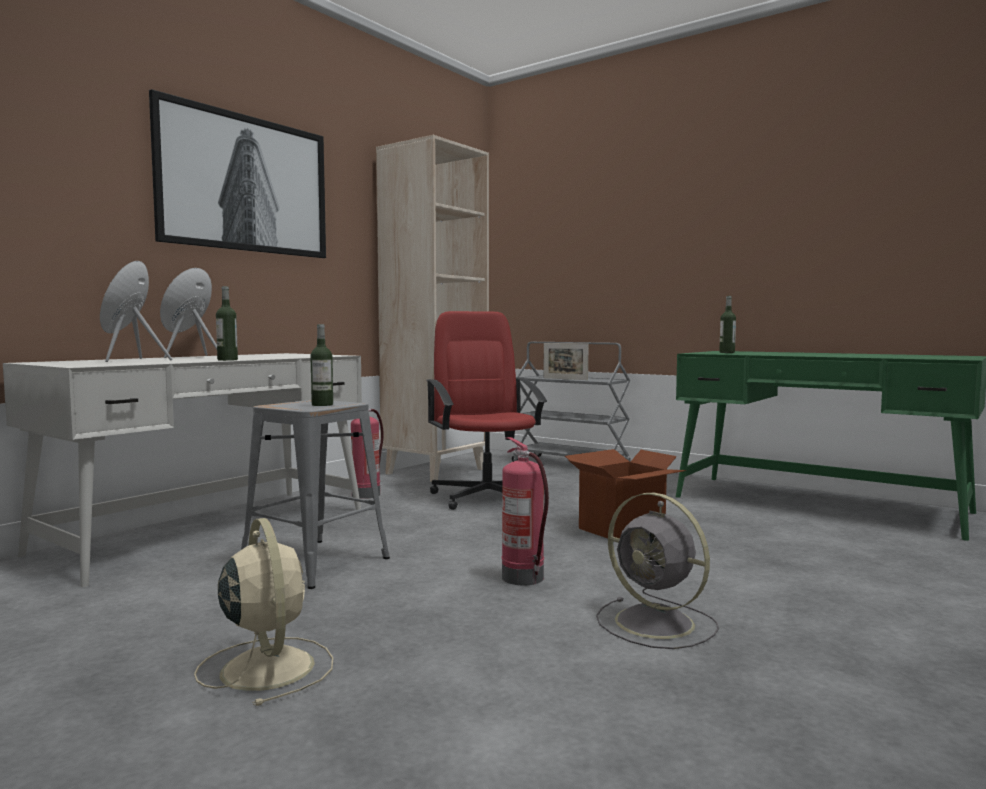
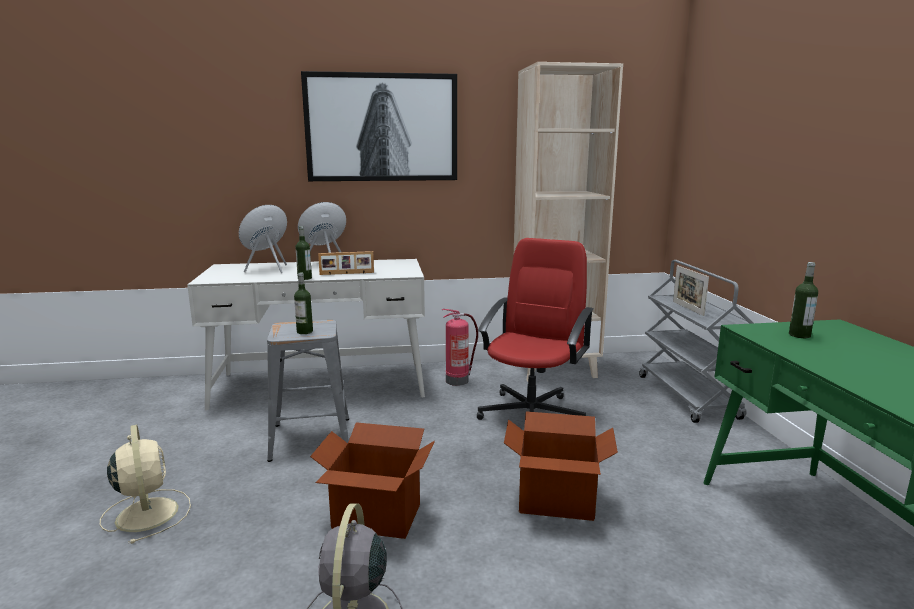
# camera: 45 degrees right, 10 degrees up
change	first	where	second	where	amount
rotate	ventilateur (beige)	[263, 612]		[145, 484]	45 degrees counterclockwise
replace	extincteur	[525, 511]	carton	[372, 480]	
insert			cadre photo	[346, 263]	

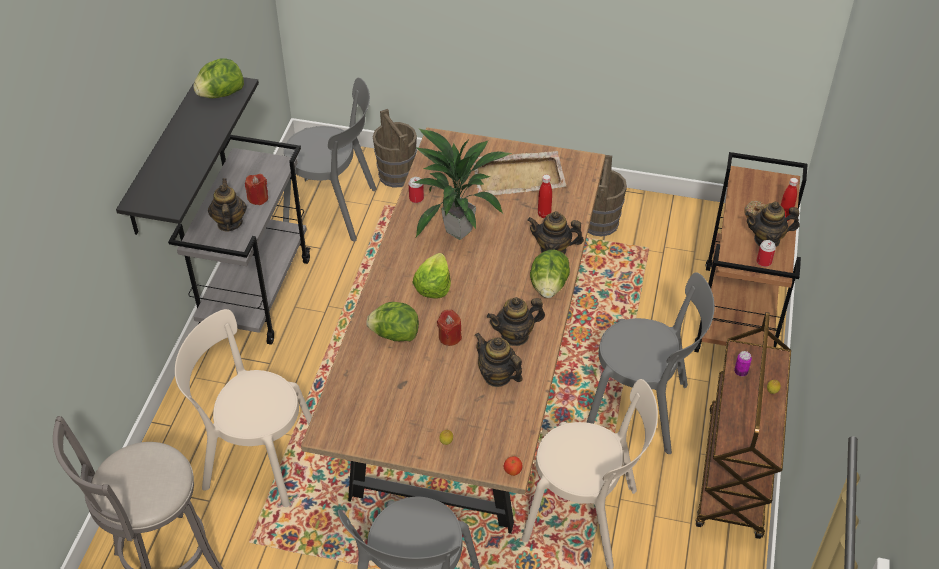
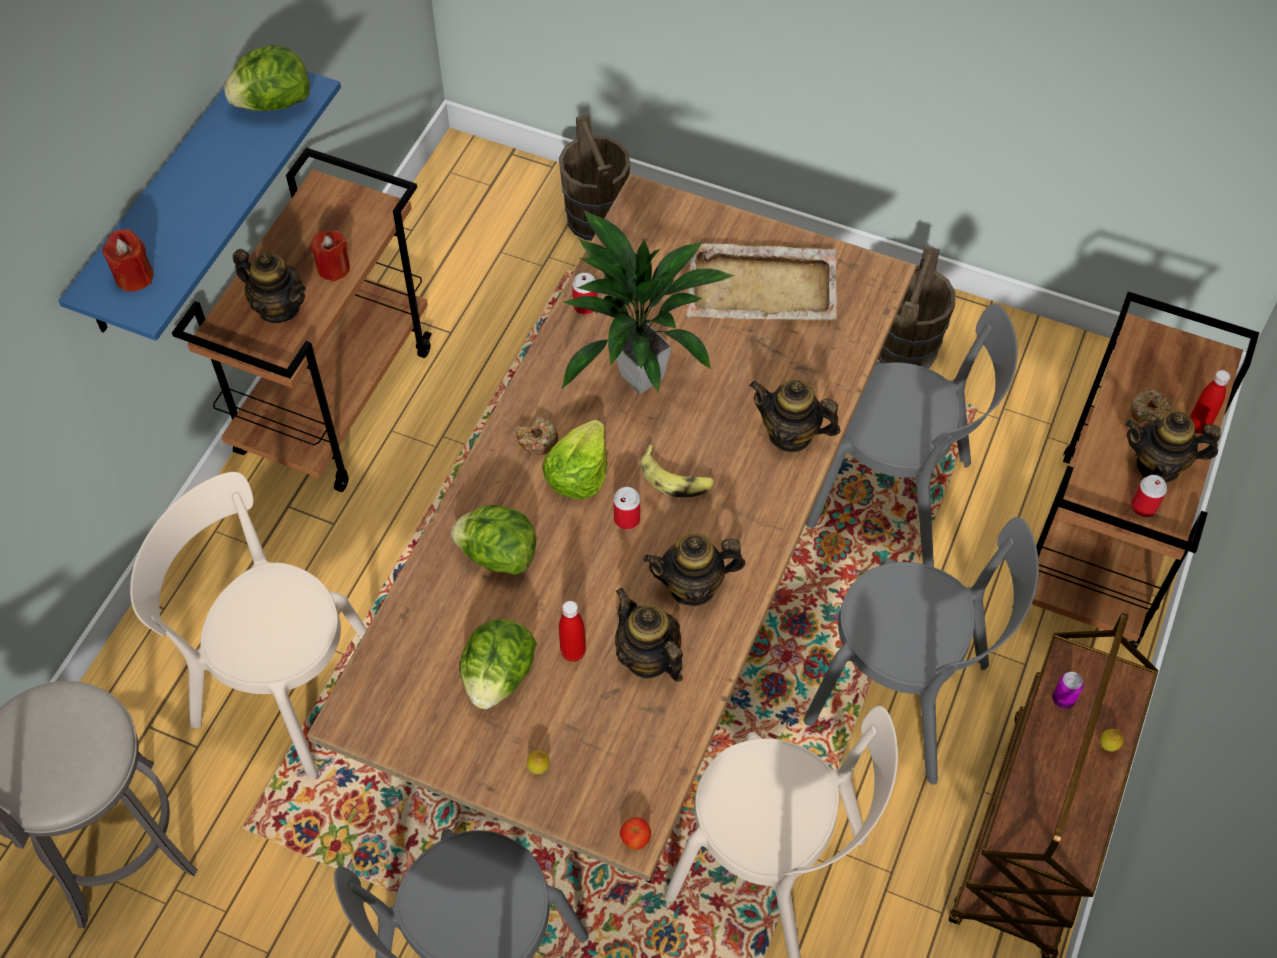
# camera: 10 degrees right, 10 degrees up
change	first	where	second	where	amount
recolor	étagère (noir)	[187, 156]	étagère (bleu)	[199, 206]	
recolor	chariot (gris)	[239, 240]	chariot (marron)	[302, 320]	
rotate	théière	[227, 204]		[269, 286]	120 degrees clockwise
move	chaise (gris)	[330, 160]		[912, 435]	
move	bougie (rouge)	[449, 327]		[128, 260]	
move	laitue	[550, 274]		[498, 664]	
move	bouteille (rouge)	[545, 196]		[572, 631]	
insert			beignet	[538, 436]	
insert			boîte métallique	[626, 508]	
insert			banane	[678, 471]	

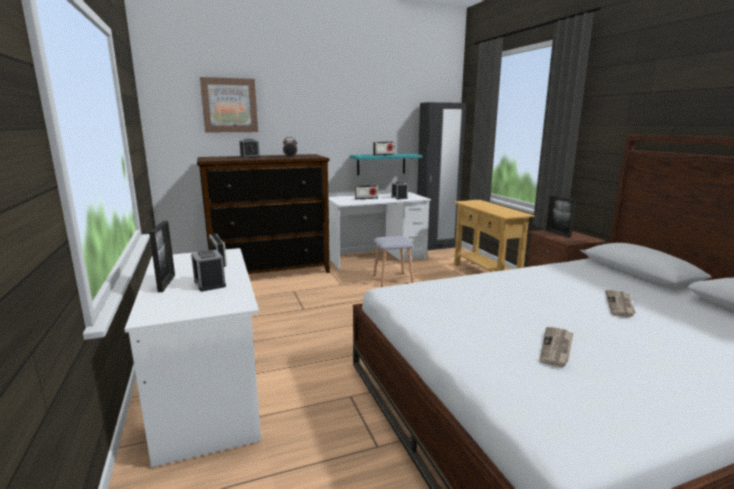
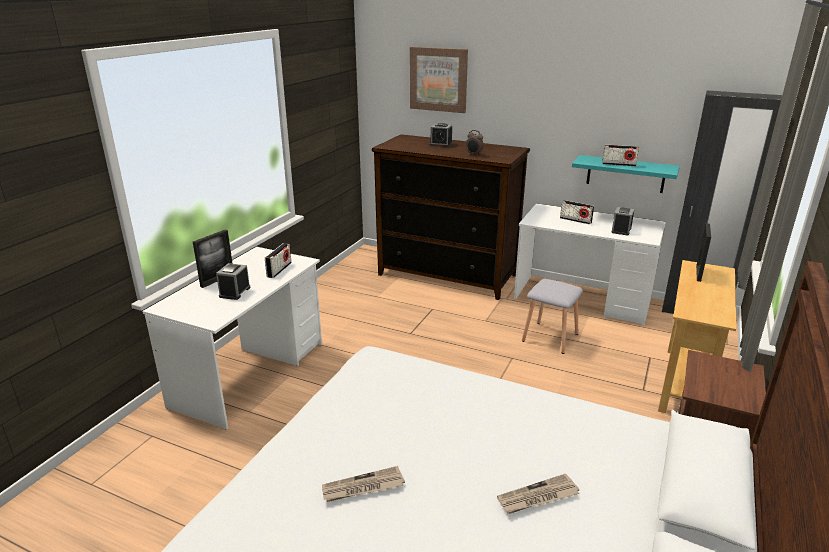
# camera: 45 degrees right, 10 degrees up
change	first	where	second	where	amount
move	cadre photo	[561, 216]		[703, 252]	

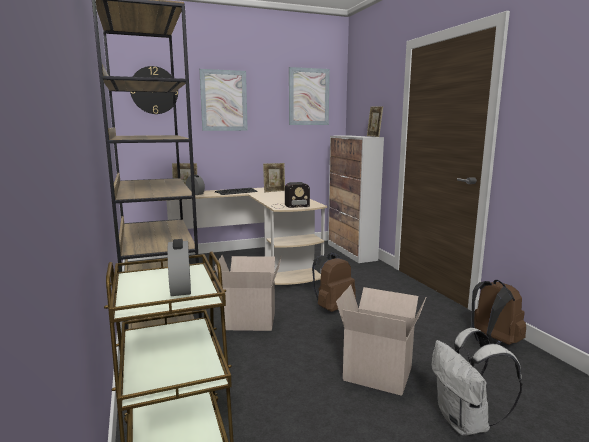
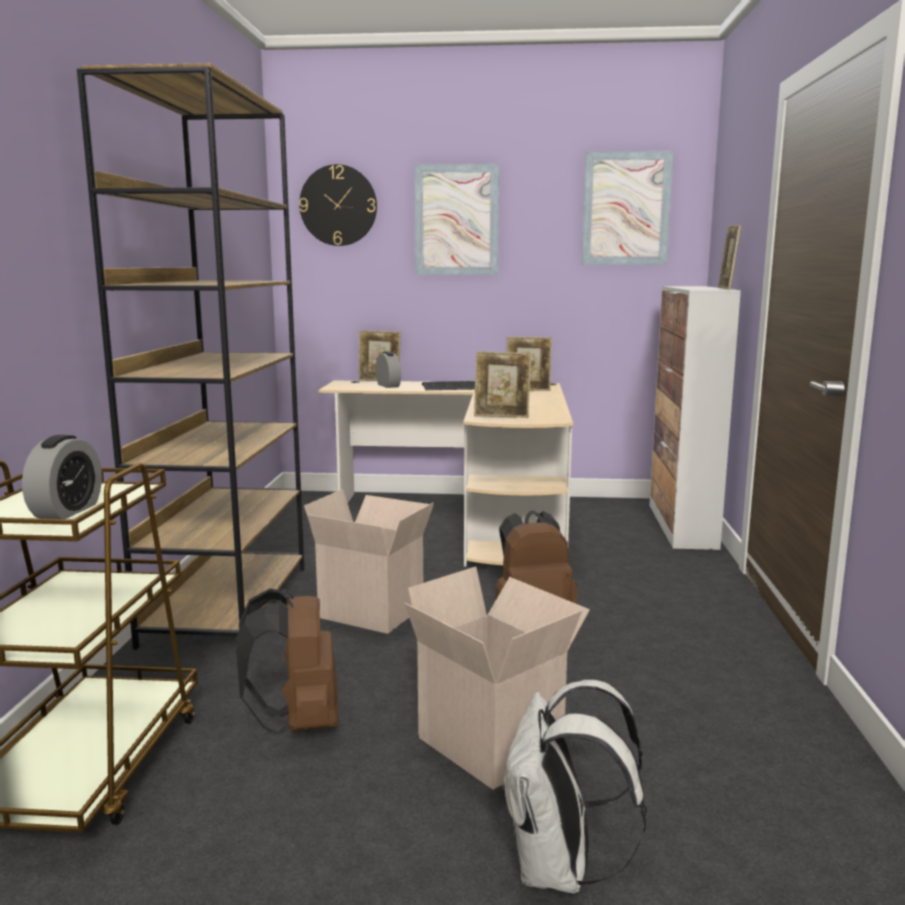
# camera: 25 degrees right, 0 degrees up
change	first	where	second	where	amount
replace	radio	[291, 195]	cadre photo	[502, 384]	
move	sac à dos (marron)	[499, 312]		[286, 661]	

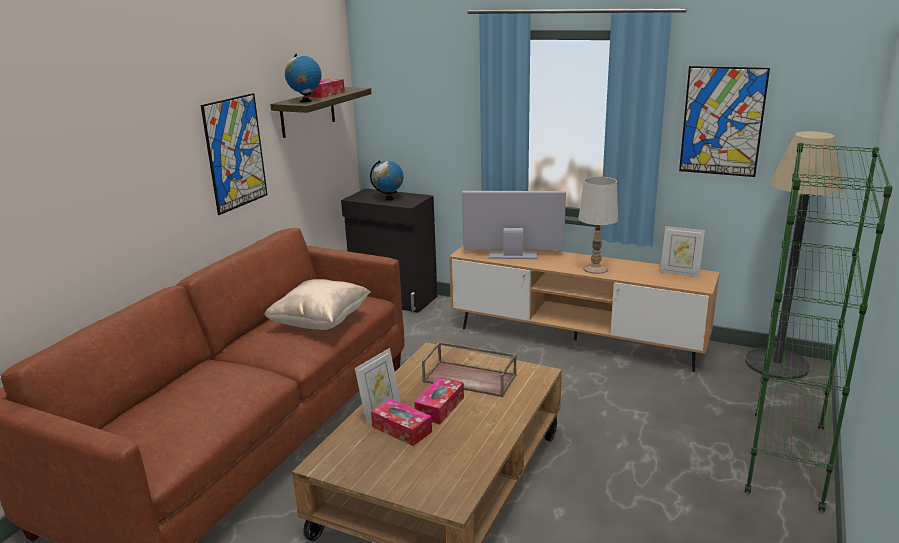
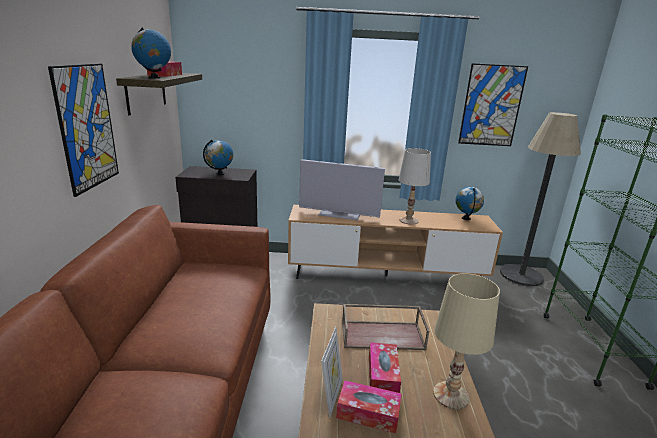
# camera: 25 degrees left, 0 degrees up
change	first	where	second	where	amount
delete	coussin (beige)	[317, 304]			
rotate	téléviseur	[514, 225]		[342, 189]	150 degrees counterclockwise
replace	cadre photo	[682, 251]	globe	[469, 203]	
insert			lampe de table (beige)	[466, 341]	

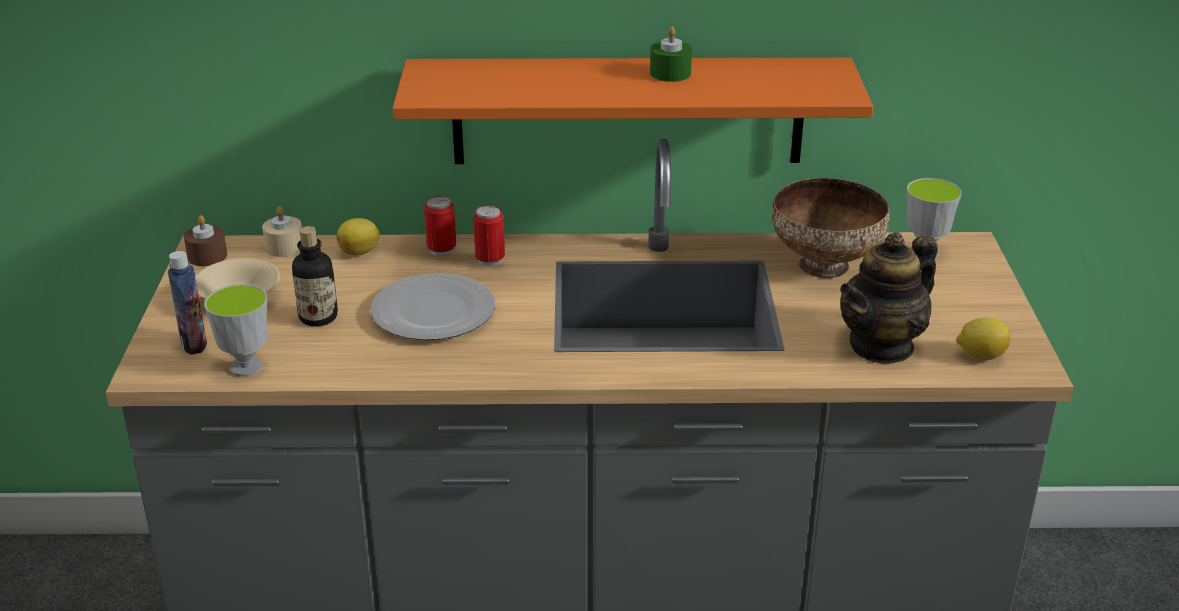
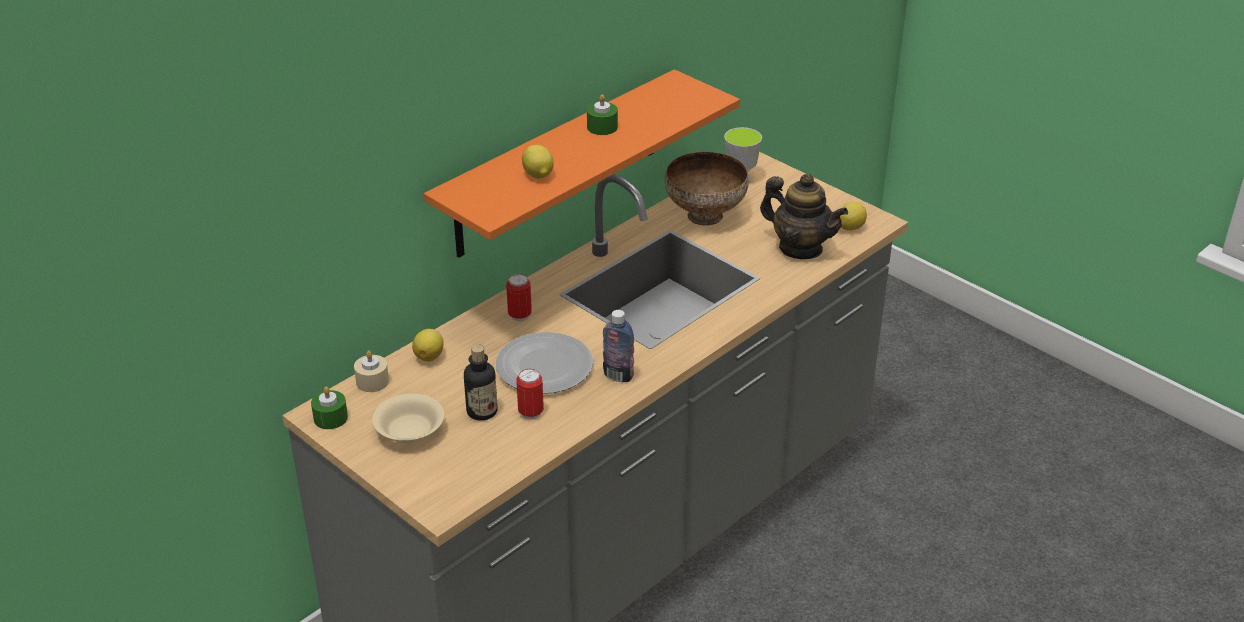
# camera: 45 degrees left, 5 degrees up
change	first	where	second	where	amount
move	bouteille	[187, 303]		[618, 346]	
recolor	bougie (marron)	[205, 240]	bougie (vert)	[329, 408]	
delete	tasse	[235, 330]			
move	boîte métallique	[440, 226]		[530, 394]	
rotate	théière	[889, 298]		[804, 216]	60 degrees counterclockwise
insert			citron	[538, 162]	

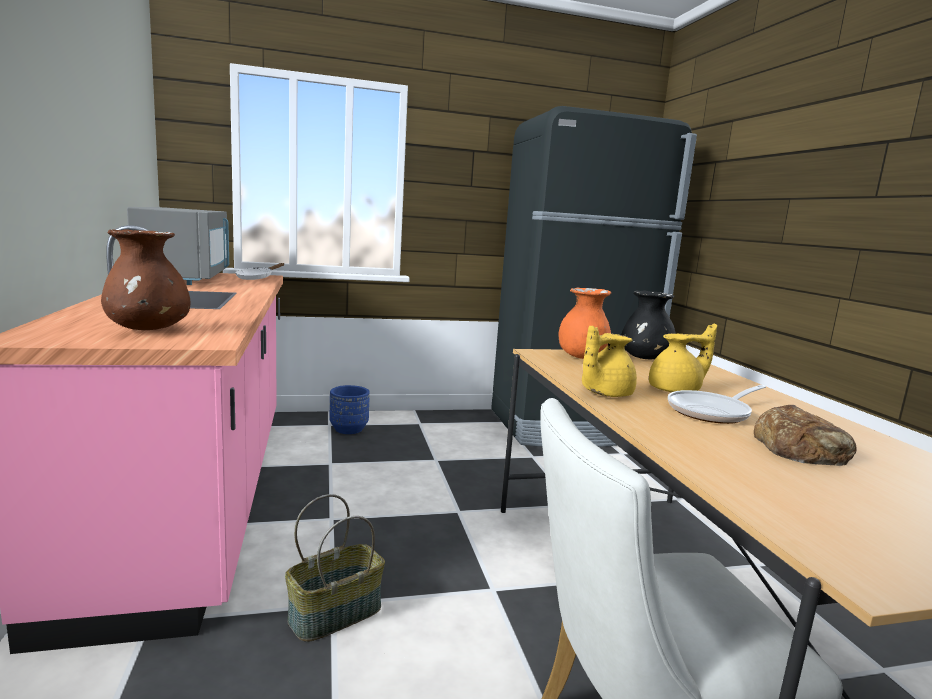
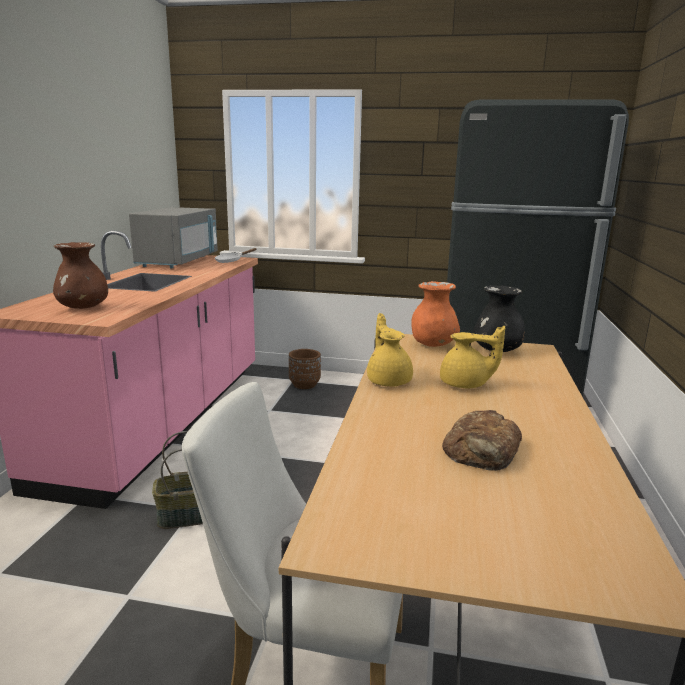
# camera: 25 degrees right, 5 degrees up
change	first	where	second	where	amount
recolor	cache-pot (bleu)	[349, 409]	cache-pot (marron)	[305, 369]	
rotate	théière (jaune)	[609, 361]		[390, 350]	90 degrees clockwise
delete	poêle	[717, 404]			

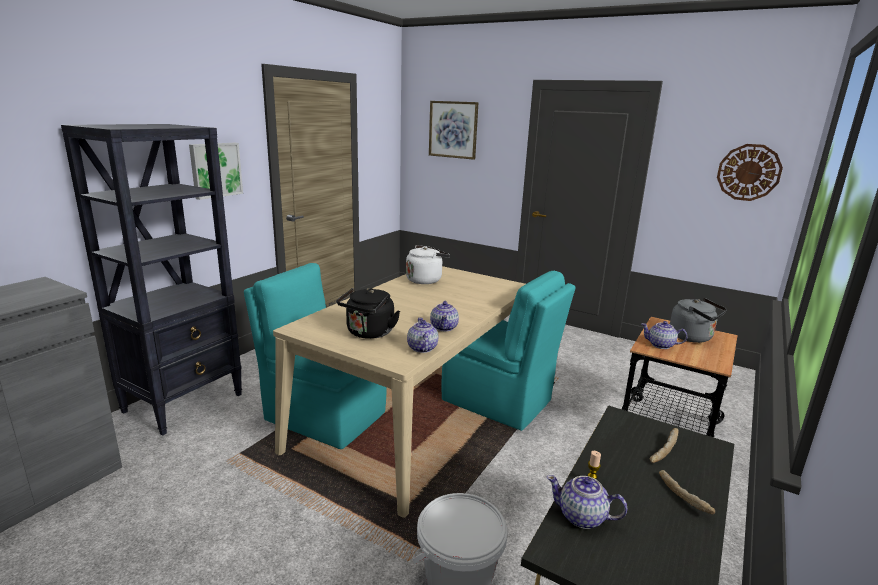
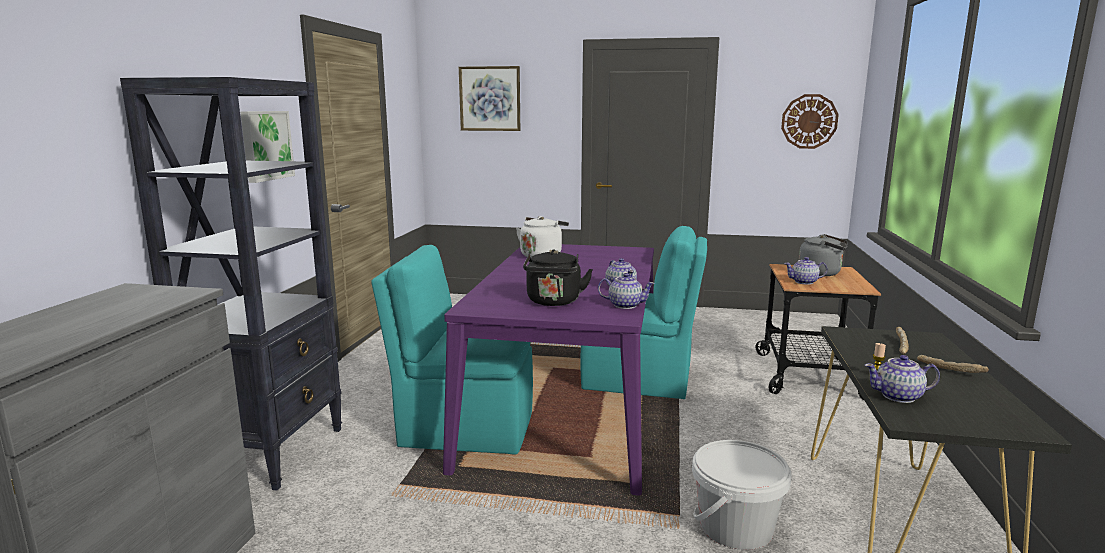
# camera: 20 degrees left, 5 degrees down
change	first	where	second	where	amount
recolor	table à manger (beige)	[399, 392]	table à manger (violet)	[548, 370]	
rotate	théière	[422, 335]		[626, 291]	135 degrees clockwise

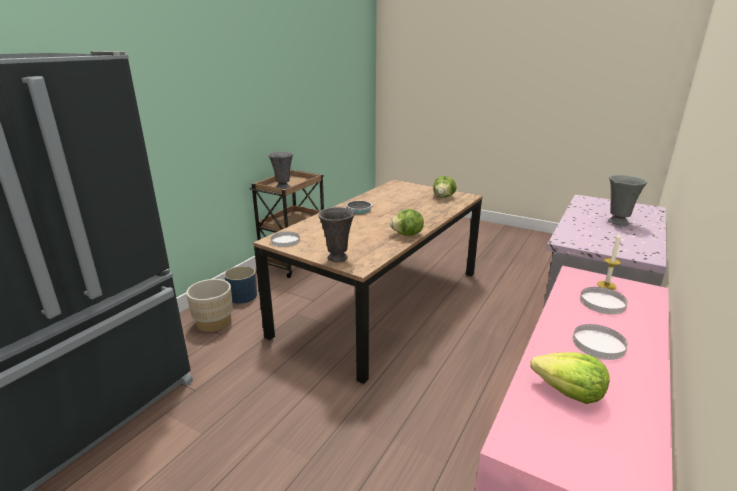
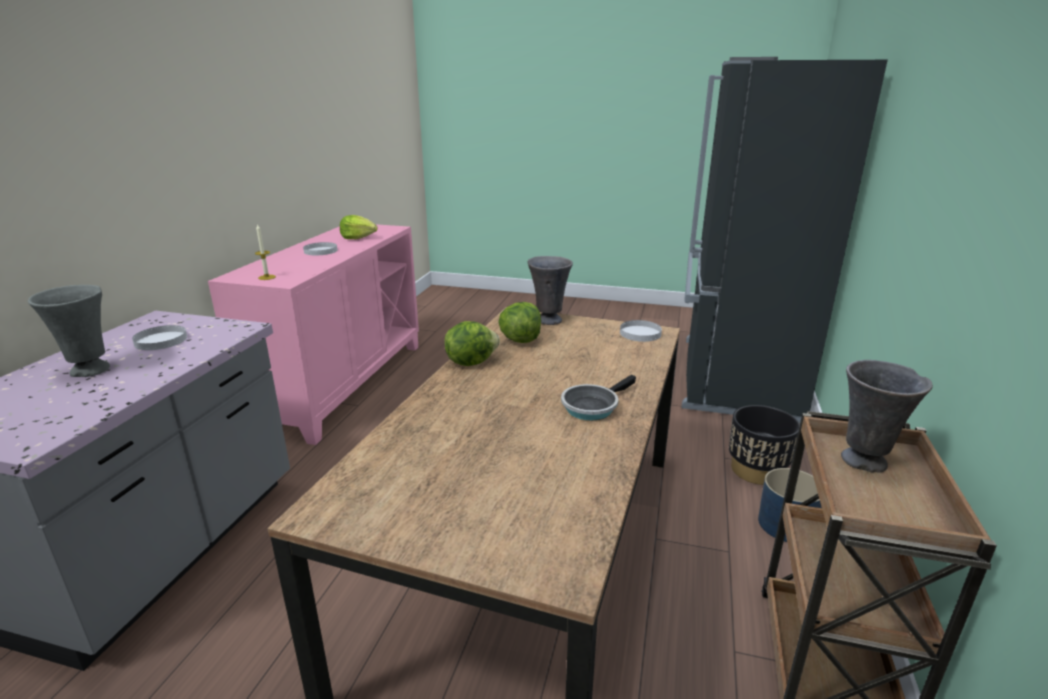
# camera: 165 degrees right, 0 degrees up
change	first	where	second	where	amount
recolor	cache-pot (beige)	[209, 305]	cache-pot (noir)	[764, 445]	
move	laitue	[445, 187]		[519, 322]	
move	assiette (blanc)	[604, 300]		[159, 337]	

